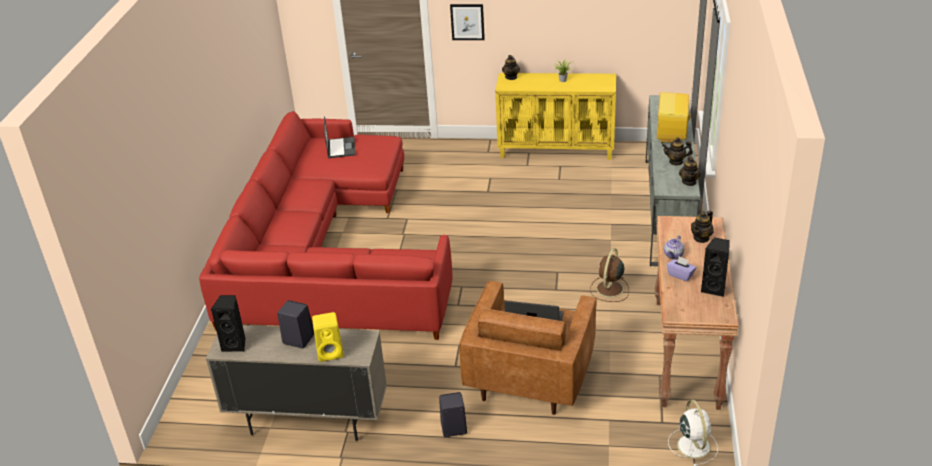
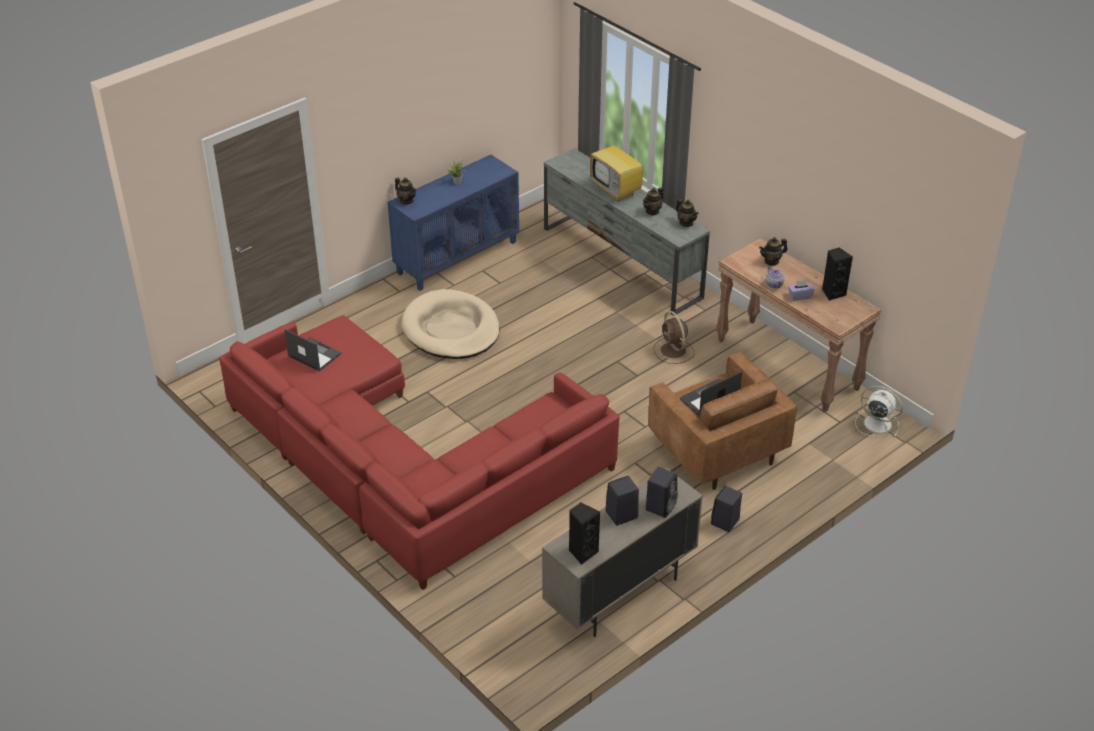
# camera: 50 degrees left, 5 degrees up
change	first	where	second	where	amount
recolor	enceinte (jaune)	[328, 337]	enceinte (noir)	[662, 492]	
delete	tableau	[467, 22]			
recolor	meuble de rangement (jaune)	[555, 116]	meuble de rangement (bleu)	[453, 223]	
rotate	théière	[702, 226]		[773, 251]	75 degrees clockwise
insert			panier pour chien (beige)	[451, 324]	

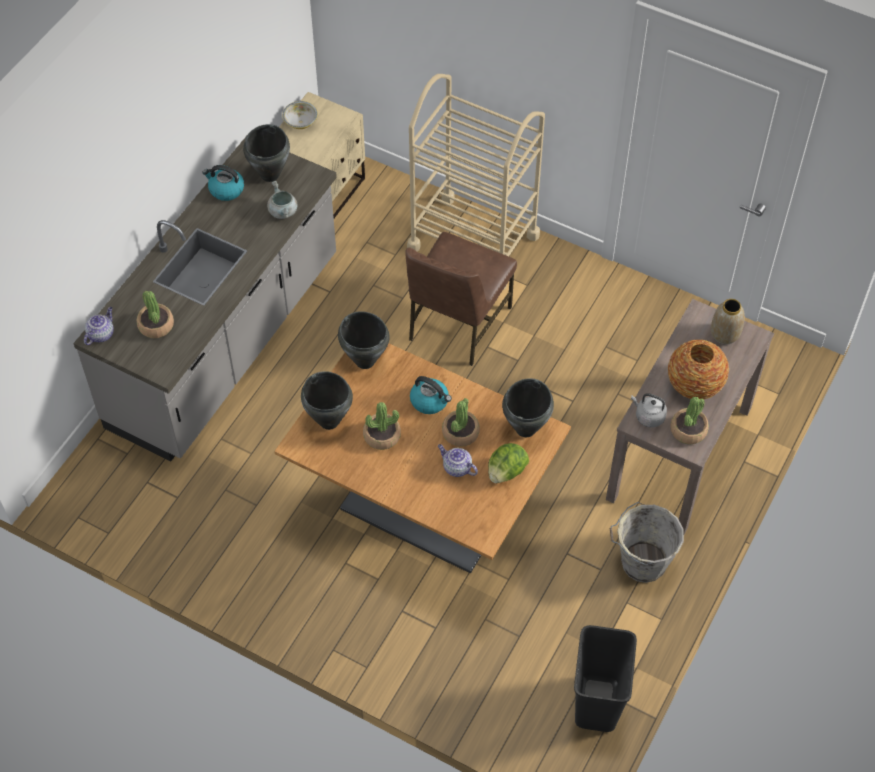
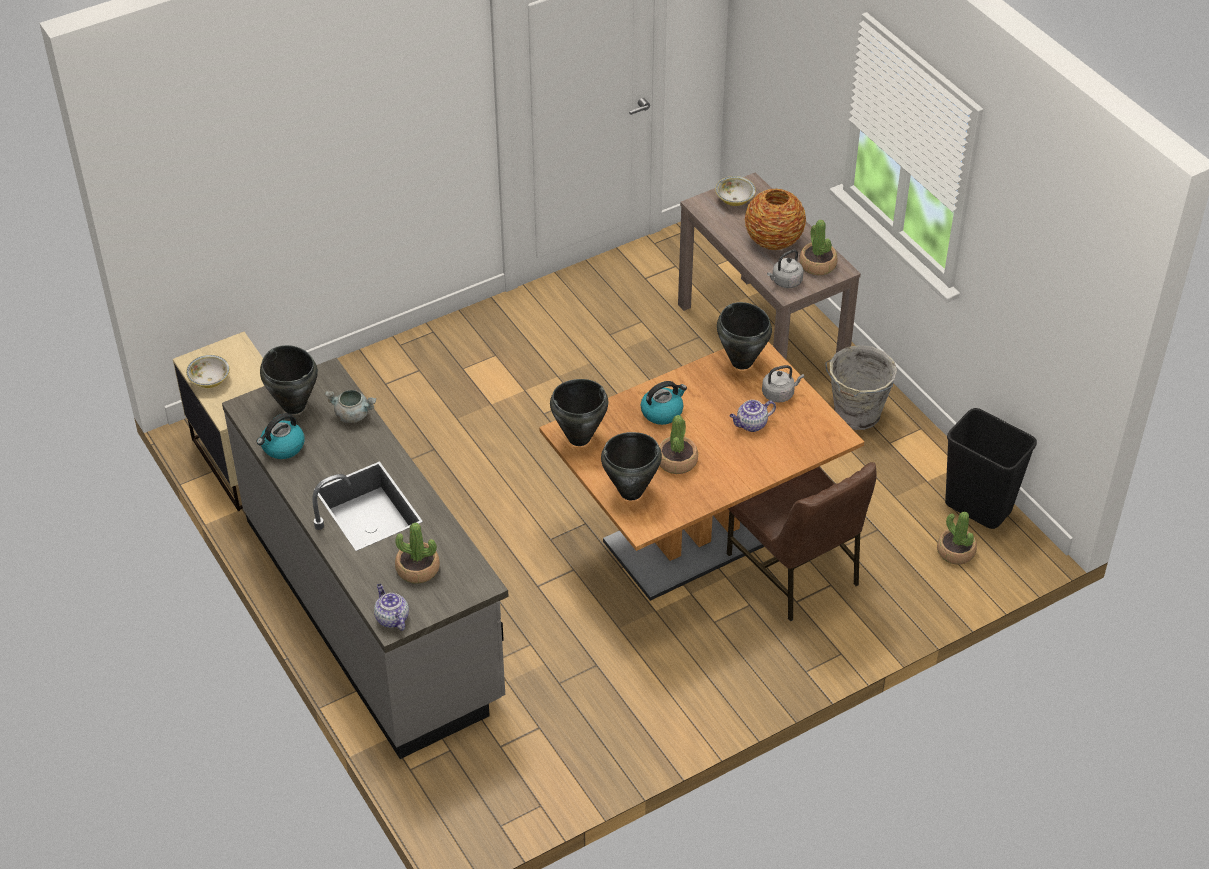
# camera: 60 degrees left, 10 degrees down
change	first	where	second	where	amount
move	chaise (marron)	[461, 299]		[802, 541]	
delete	chariot (beige)	[476, 182]			
move	plante en pot	[461, 422]		[957, 537]	
replace	laitue	[508, 463]	bouilloire (gris)	[783, 384]	
replace	vase	[728, 322]	bol	[735, 191]	

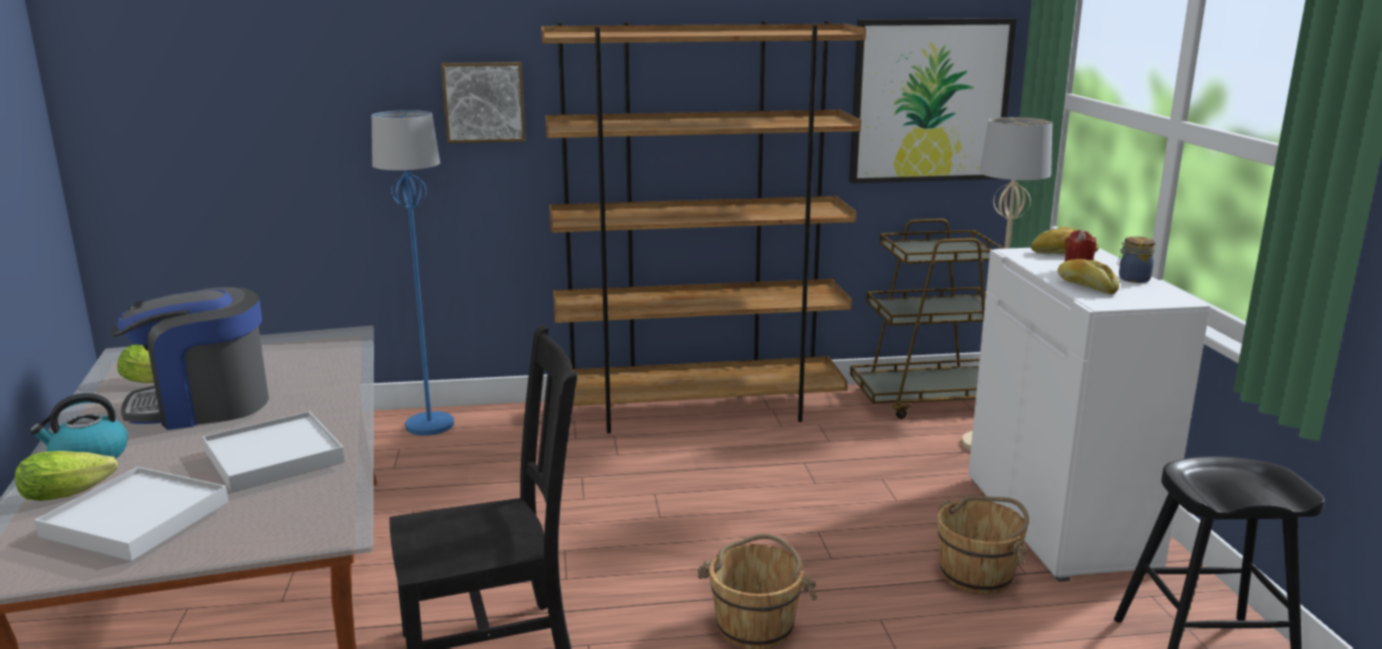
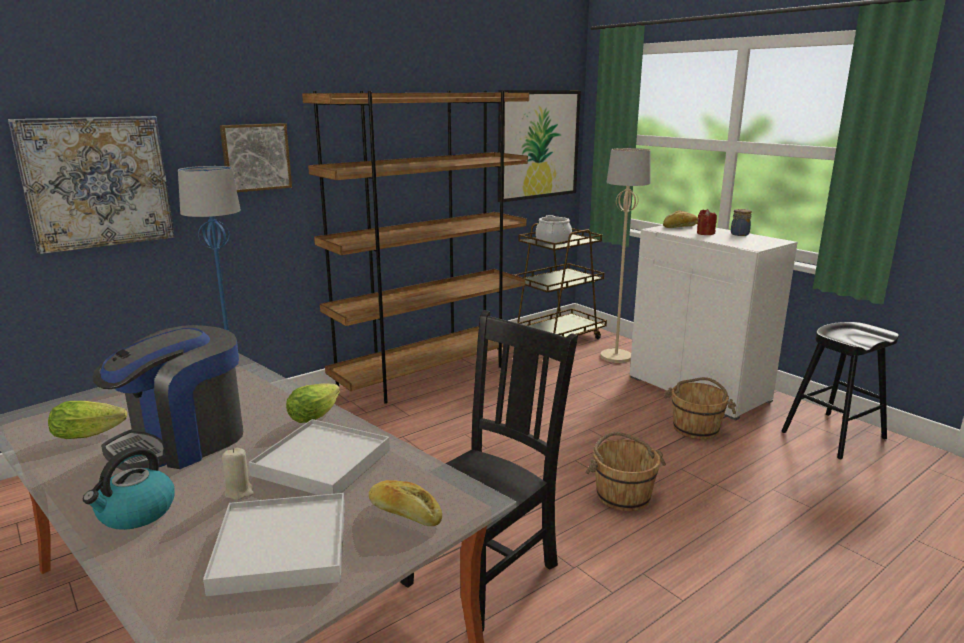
# camera: 30 degrees left, 0 degrees up
change	first	where	second	where	amount
move	laitue	[66, 476]		[313, 403]	
move	pain	[1088, 276]		[405, 503]	
insert			tableau	[91, 185]	
insert			bougie (beige)	[238, 474]	
insert			marmite	[554, 230]	

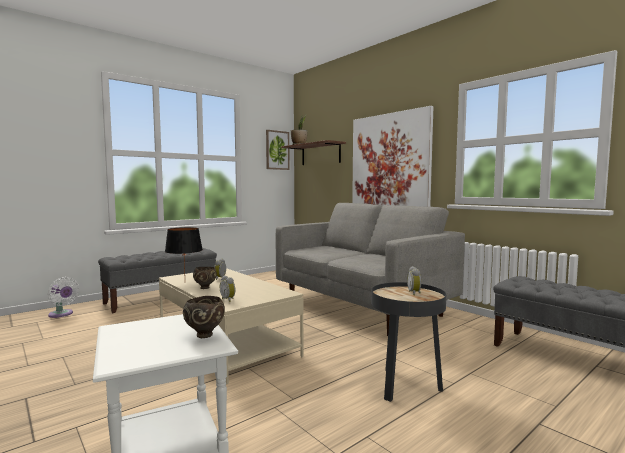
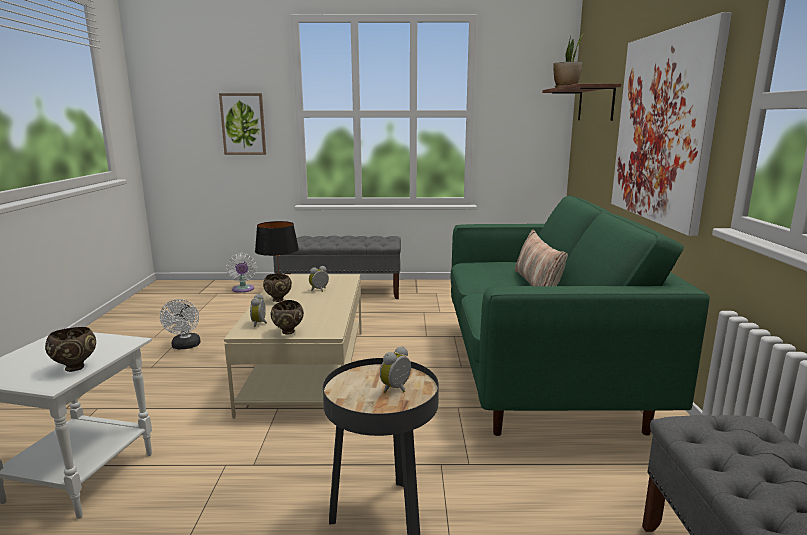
# camera: 40 degrees right, 10 degrees up
change	first	where	second	where	amount
move	tableau	[278, 150]		[242, 124]	
recolor	canapé (gris)	[370, 269]	canapé (vert)	[580, 315]	
insert			ventilateur (blanc)	[180, 324]	
insert			bol (marron)	[287, 317]	
insert			coussin	[541, 258]	

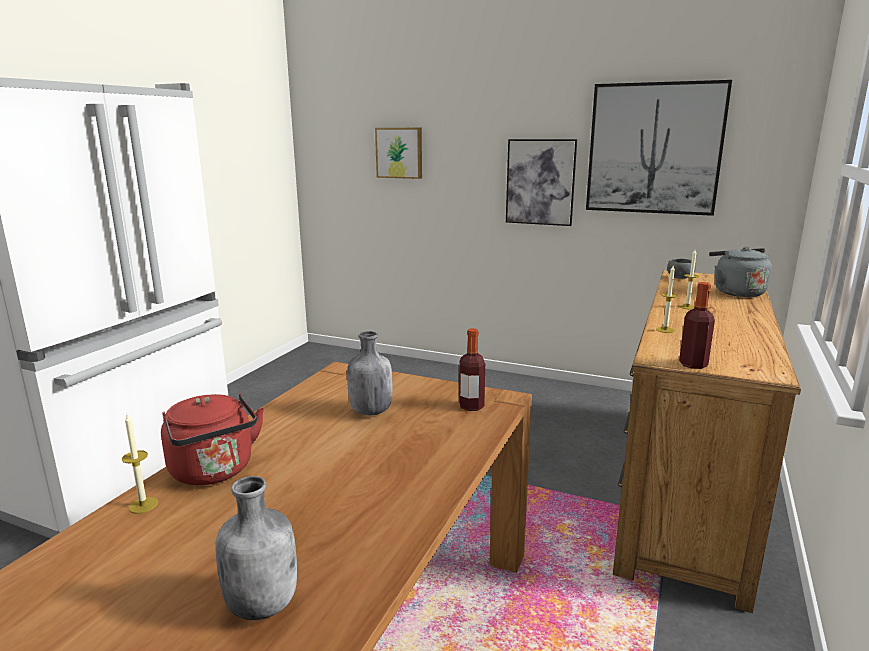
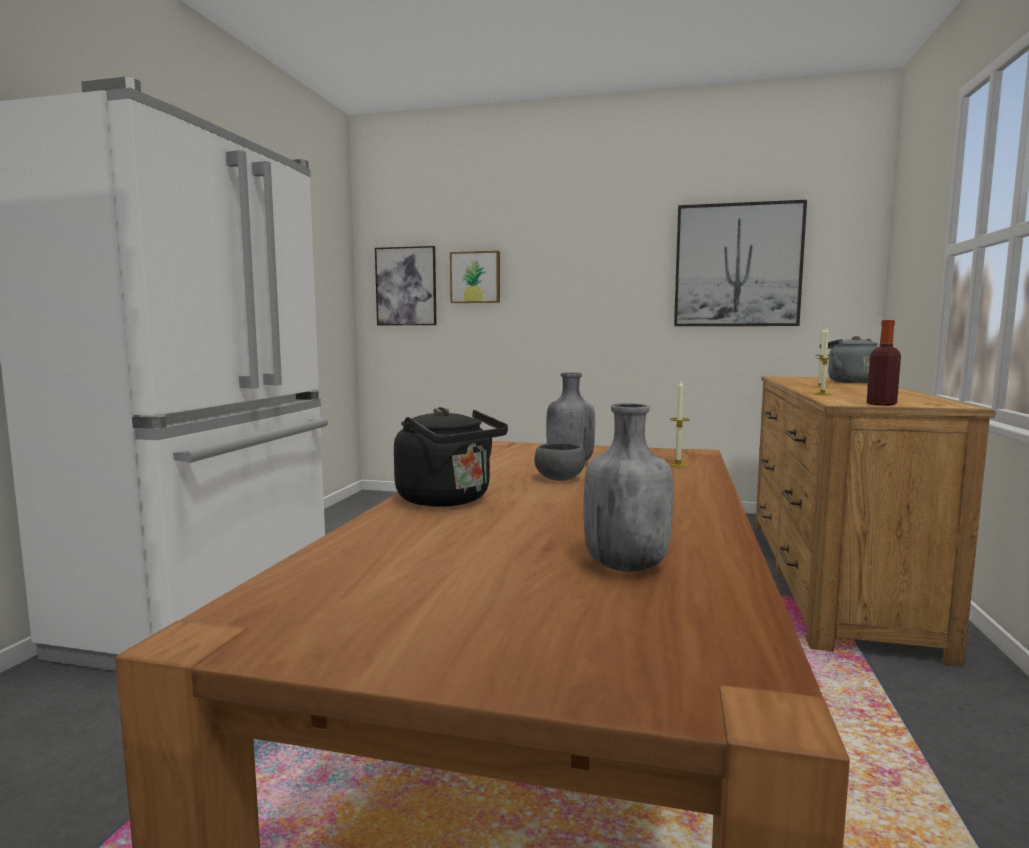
# camera: 10 degrees left, 10 degrees down
change	first	where	second	where	amount
move	bougie	[140, 464]		[679, 424]	
recolor	bouilloire (rouge)	[212, 439]	bouilloire (noir)	[451, 457]	
delete	bouteille	[472, 369]			
move	tableau	[541, 182]		[405, 285]	
move	bol (gris)	[681, 269]		[559, 462]	

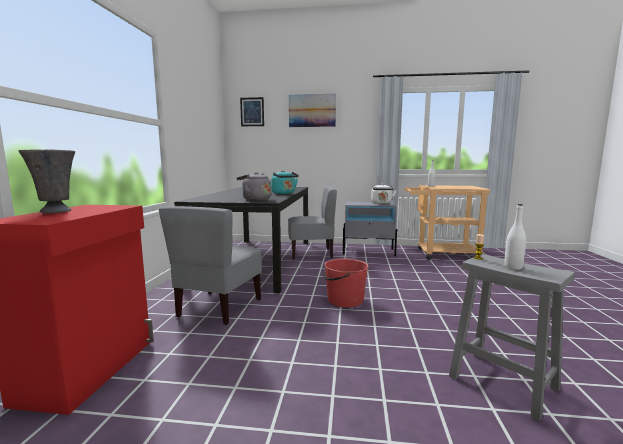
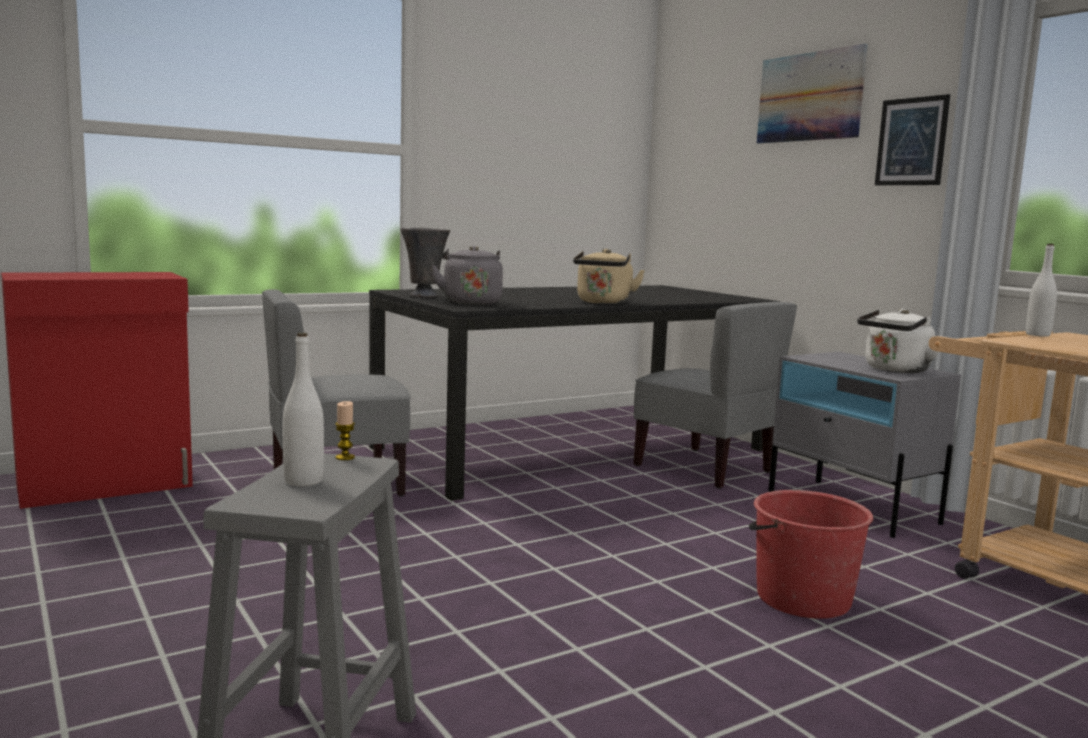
# camera: 50 degrees right, 0 degrees up
change	first	where	second	where	amount
move	vase (gris)	[46, 181]		[425, 263]	
move	tableau	[252, 111]		[912, 139]	
recolor	bouilloire (turquoise)	[285, 182]	bouilloire (beige)	[609, 276]	
move	seau (rouge)	[346, 283]		[811, 554]	

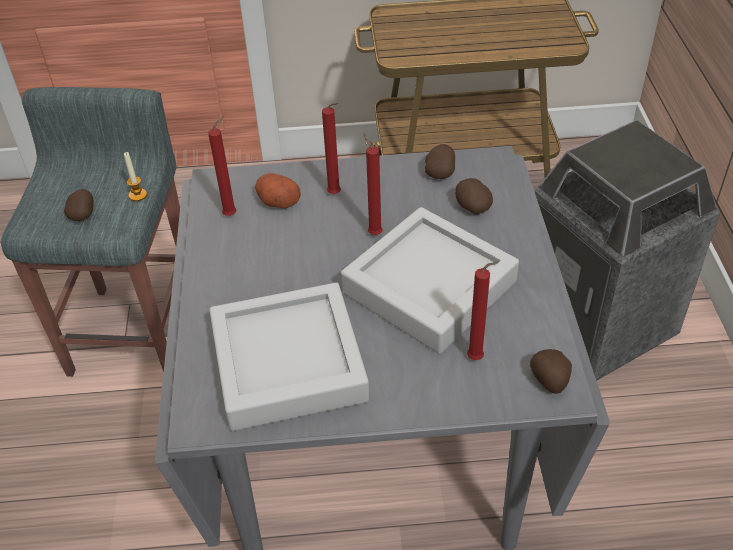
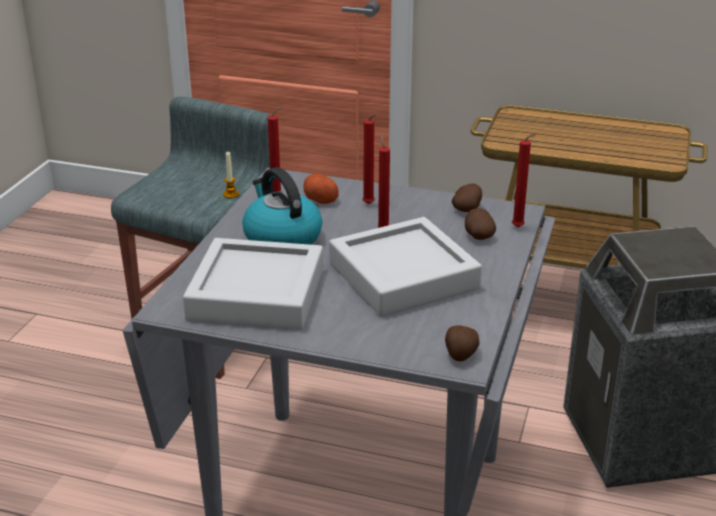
# camera: 20 degrees right, 15 degrees down
change	first	where	second	where	amount
delete	pomme de terre	[79, 205]			
move	bougie (rouge)	[483, 310]		[525, 180]	
insert			bouilloire	[282, 206]	

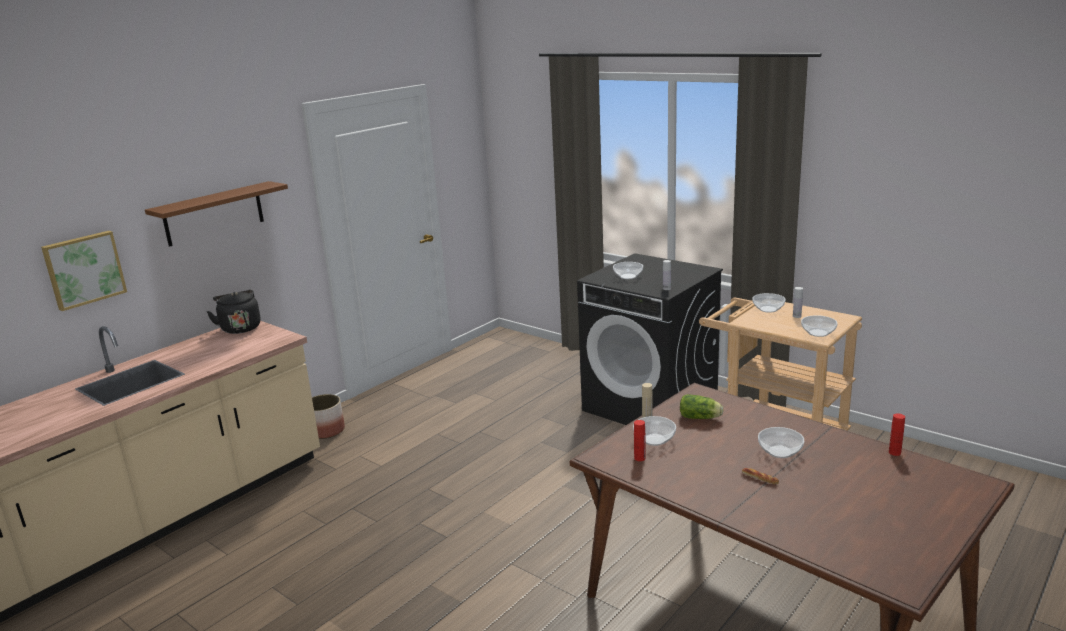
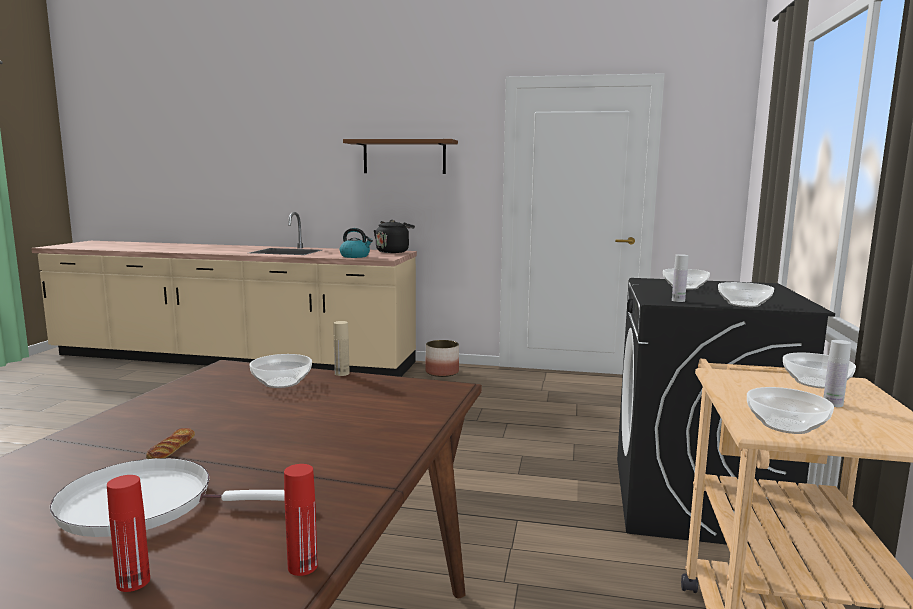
# camera: 60 degrees right, 10 degrees down
change	first	where	second	where	amount
delete	tableau	[84, 271]			
move	bouteille (rouge)	[640, 440]		[128, 533]	
delete	laitue	[702, 406]			
move	bol	[781, 442]		[746, 294]	
insert			poêle (blanc)	[167, 497]	
insert			bouilloire	[356, 243]	

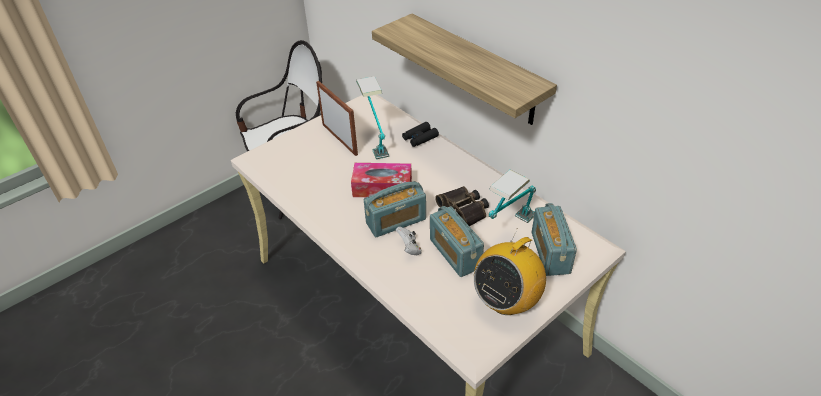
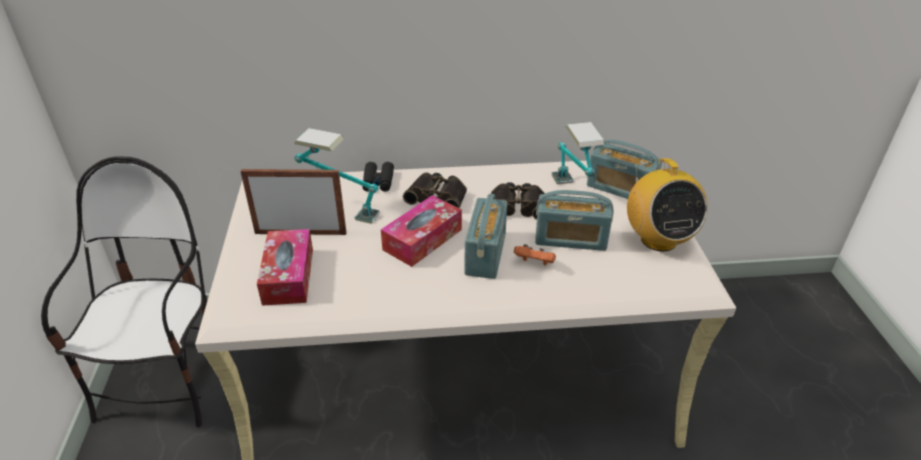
# camera: 55 degrees left, 5 degrees down
change	first	where	second	where	amount
delete	étagère	[464, 69]			
recolor	manette (blanc)	[409, 240]	manette (orange)	[535, 254]	
insert			boîte à mouchoirs	[285, 267]	
insert			jumelles	[435, 190]	

